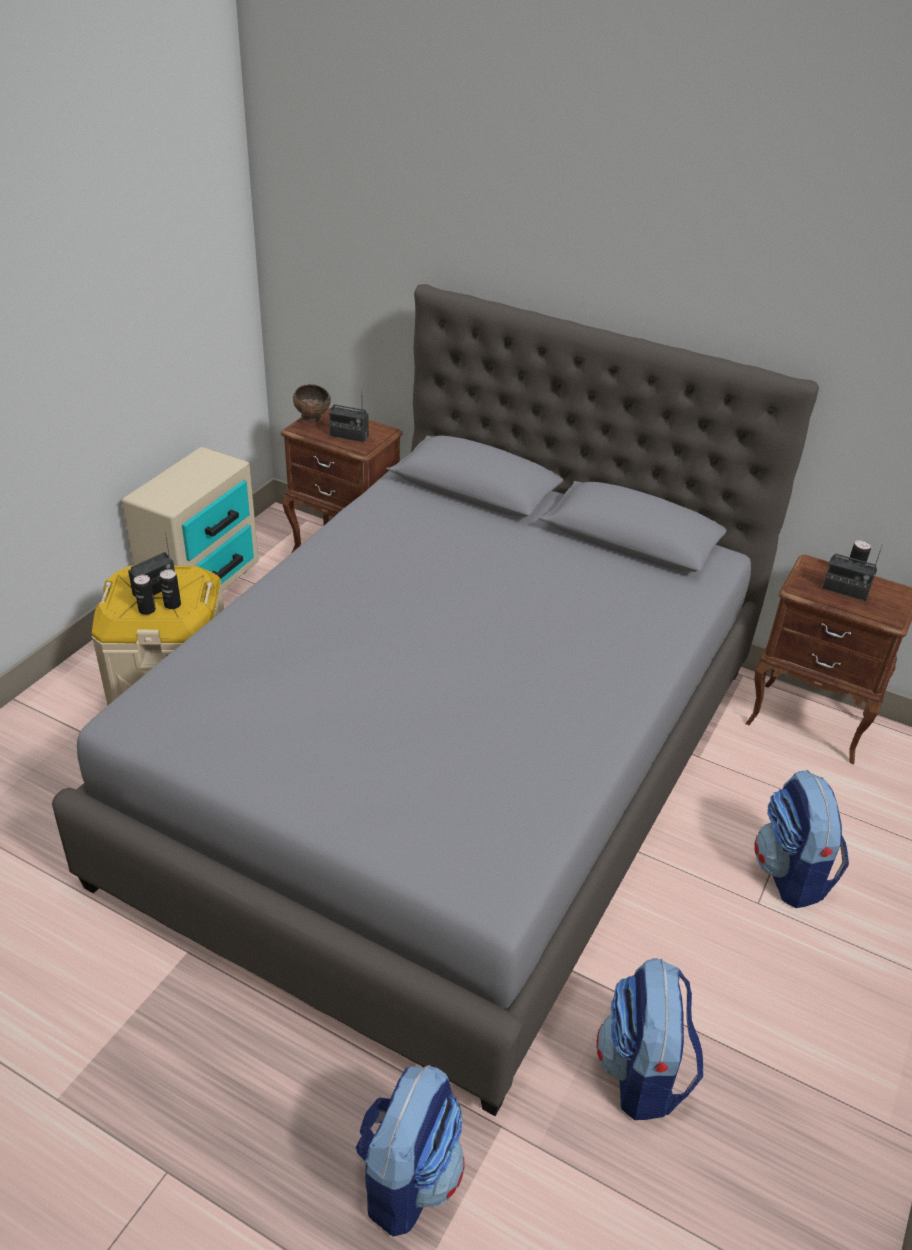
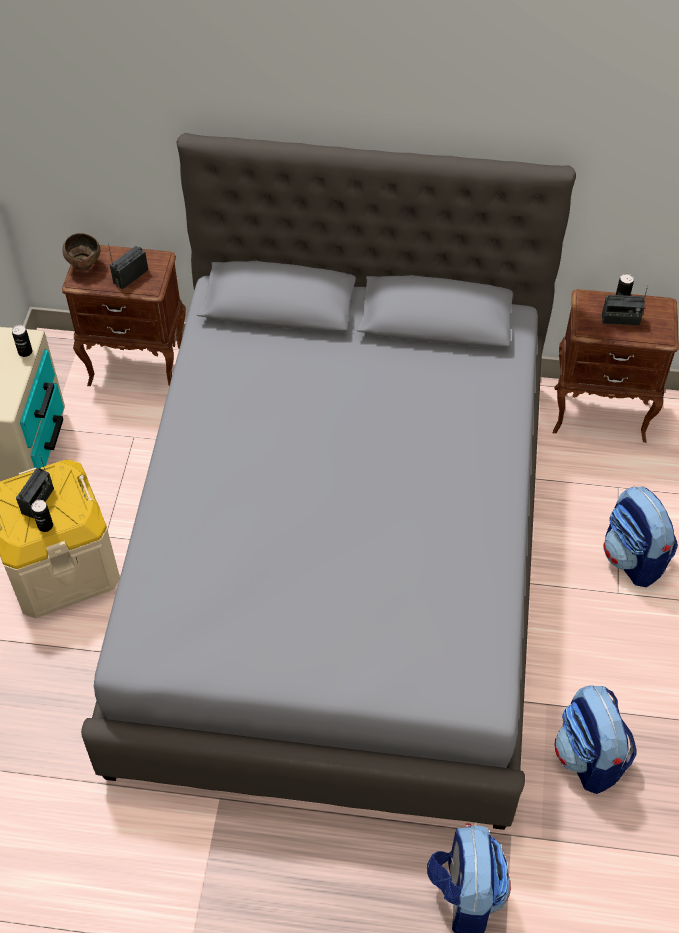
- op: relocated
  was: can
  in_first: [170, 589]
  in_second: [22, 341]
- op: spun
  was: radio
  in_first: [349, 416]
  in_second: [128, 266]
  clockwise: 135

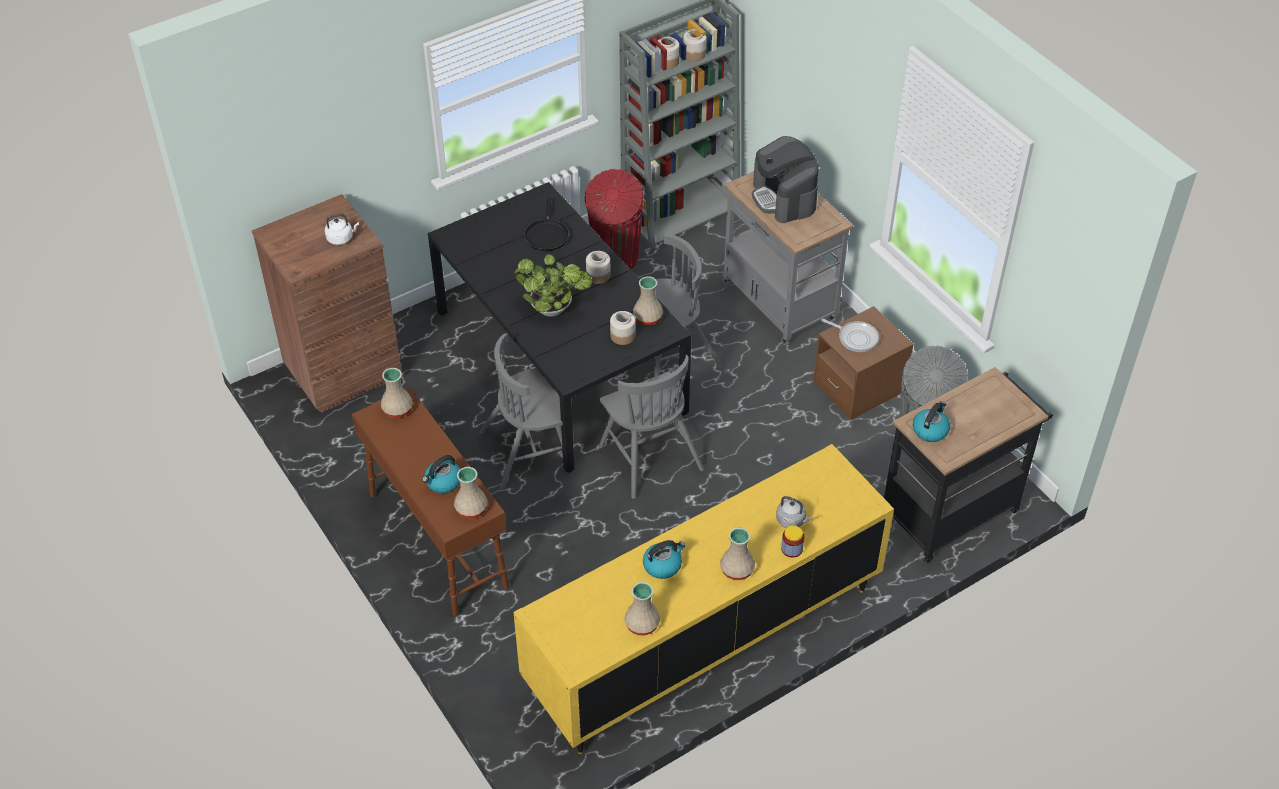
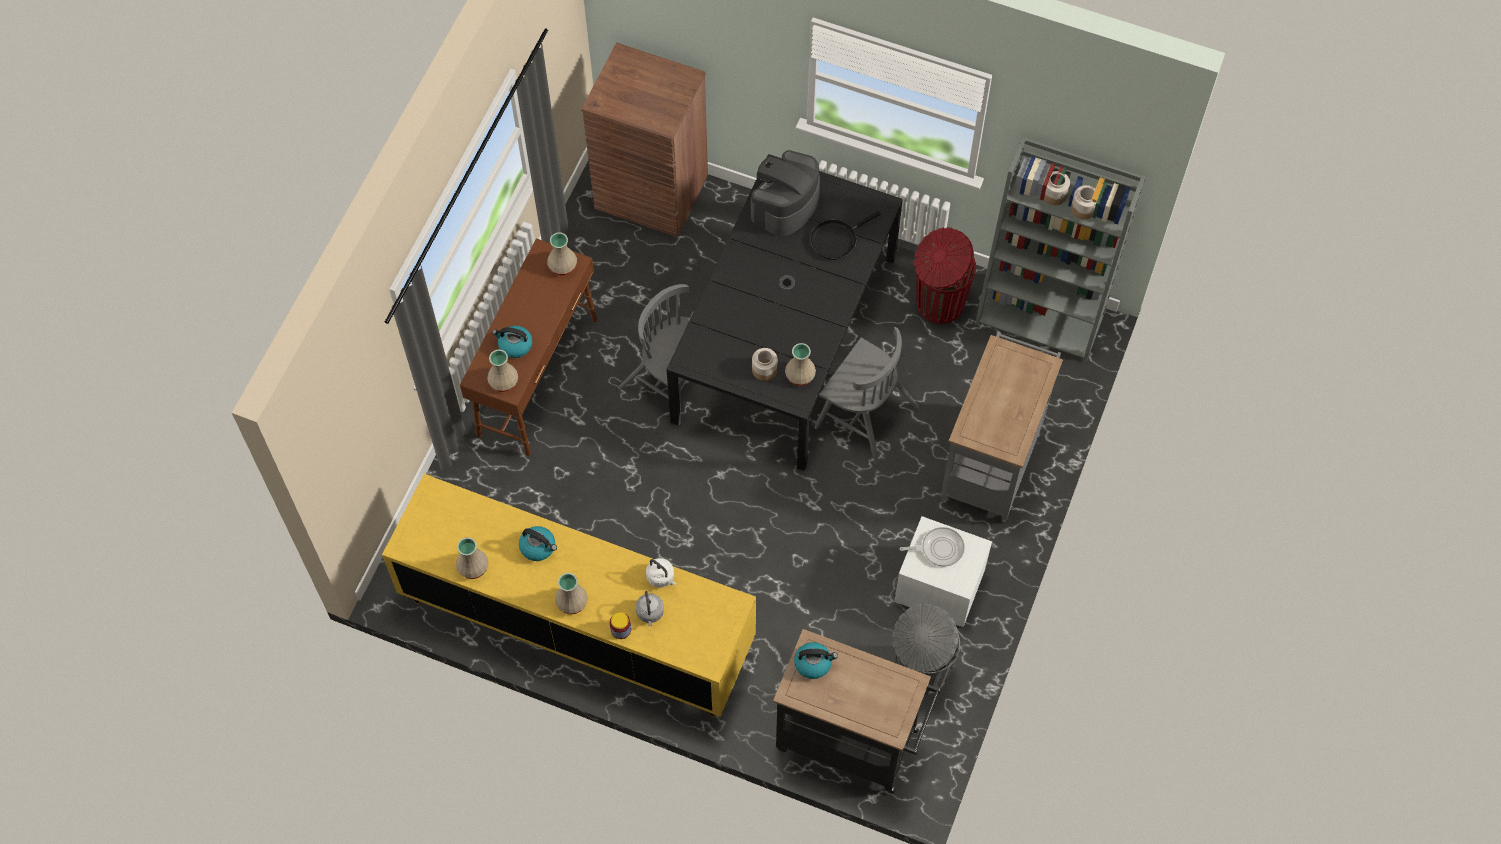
- op: relocated
  was: white kettle
  in_first: [342, 229]
  in_second: [661, 573]
- op: relocated
  was: coffee machine
  in_first: [785, 179]
  in_second: [785, 193]
- op: colour
  was: brown nightstand
  now: white nightstand
  in_first: [863, 363]
  in_second: [943, 571]
- op: spun
  was: frying pan
  in_first: [850, 335]
  in_second: [932, 547]
  clockwise: -90
- op: missing
  was: potted plant
  in_first: [553, 285]
- op: missing
  was: jar
  in_first: [598, 267]
- op: missing
  was: grey chair
  in_first: [651, 426]

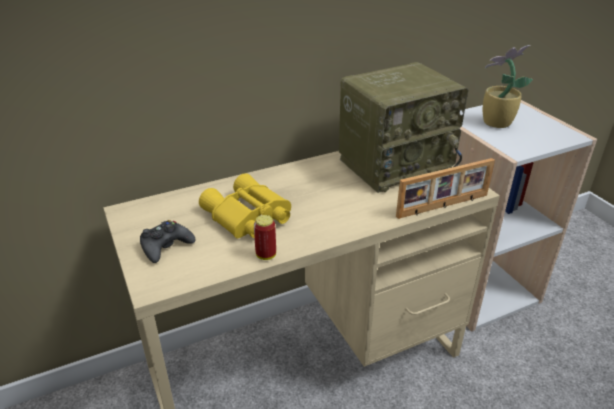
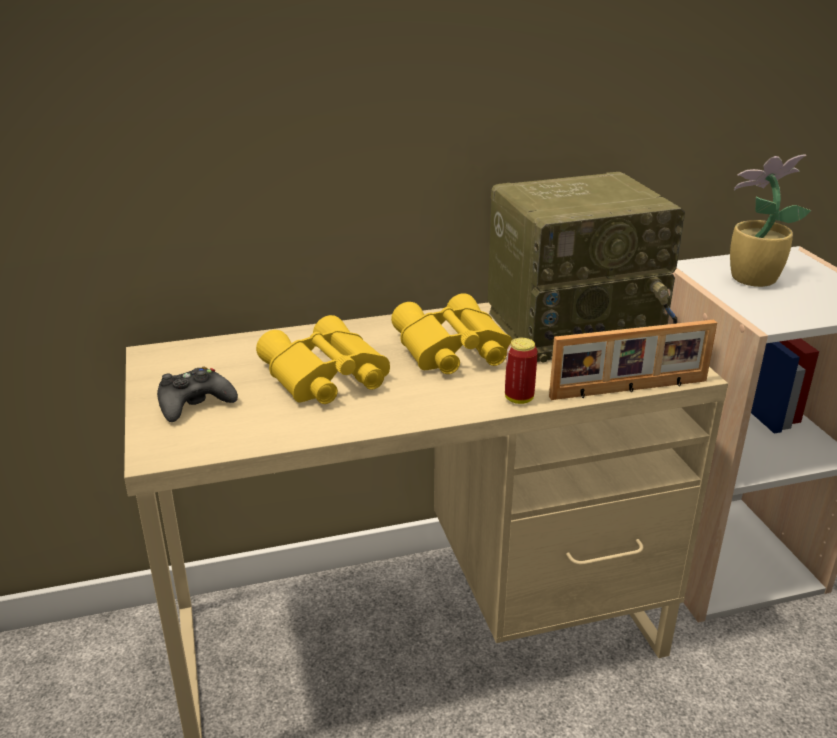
- op: appeared
  now: yellow binoculars
  in_second: [452, 333]
- op: relocated
  was: can
  in_first: [265, 237]
  in_second: [521, 371]

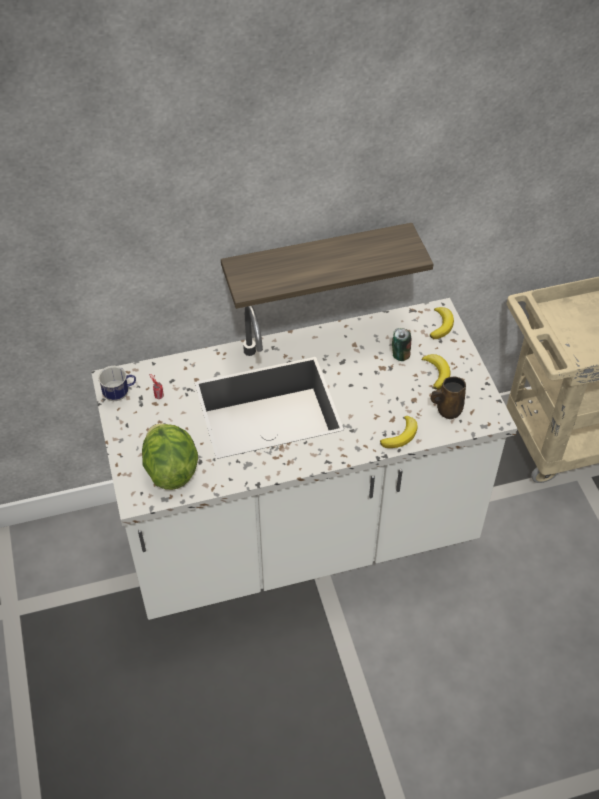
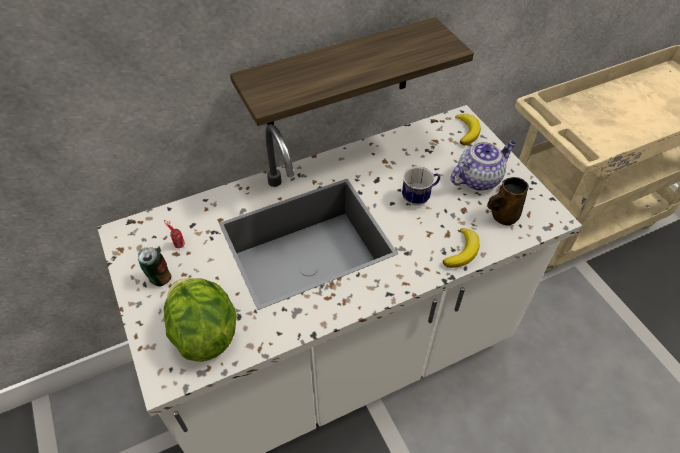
- op: relocated
  was: can
  in_first: [401, 344]
  in_second: [154, 267]
- op: relocated
  was: mug
  in_first: [117, 383]
  in_second: [421, 186]
- op: exchanged
  was: banana
  now: teapot
  in_first: [436, 372]
  in_second: [483, 166]

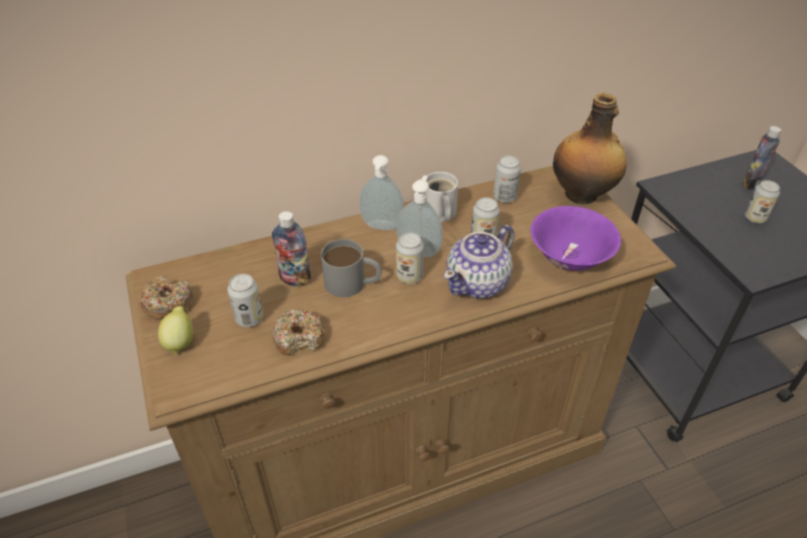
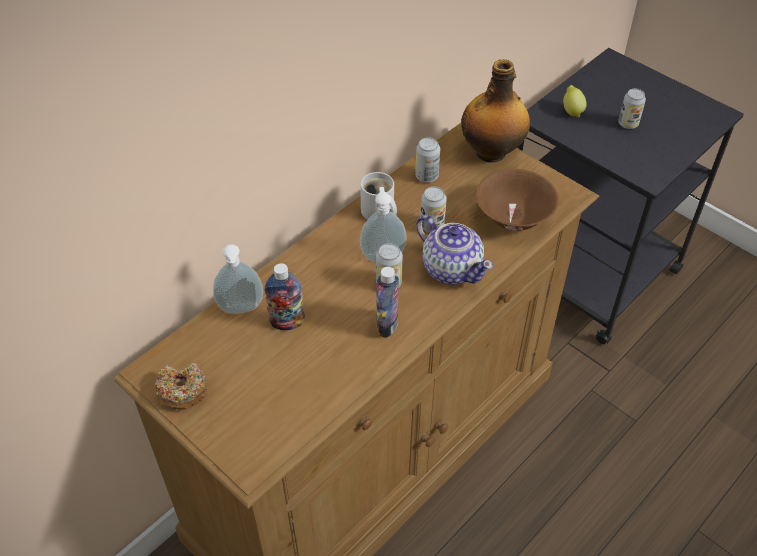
- op: relocated
  was: soap dispenser
  in_first: [381, 192]
  in_second: [238, 279]
- op: relocated
  was: bottle
  in_first: [762, 158]
  in_second: [387, 302]
- op: spun
  was: teapot
  in_first: [479, 261]
  in_second: [454, 250]
  clockwise: -60
- op: colour
  was: purple bowl
  now: brown bowl
  in_first: [575, 238]
  in_second: [517, 200]
- op: relocated
  was: lemon
  in_first: [175, 330]
  in_second: [575, 101]
- op: missing
  was: can
  in_first: [245, 300]
- op: missing
  was: donut
  in_first: [298, 332]
- op: missing
  was: grey mug
  in_first: [351, 268]

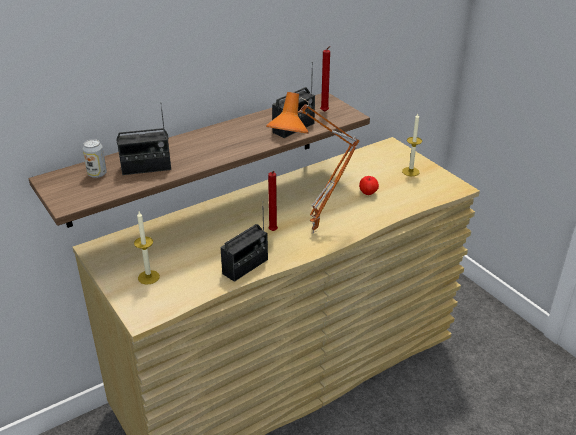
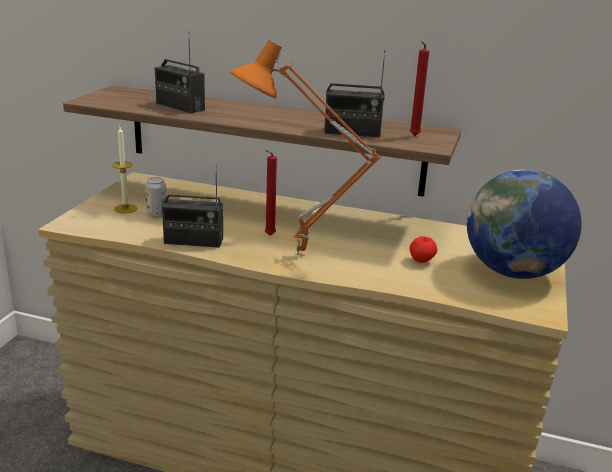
- op: relocated
  was: can
  in_first: [95, 158]
  in_second: [156, 197]
- op: exchanged
  was: candle
  now: globe
  in_first: [412, 144]
  in_second: [524, 224]

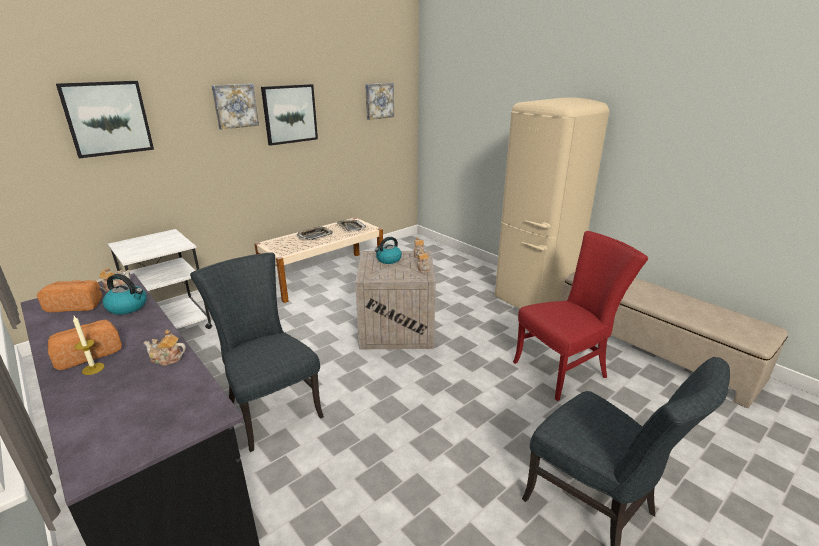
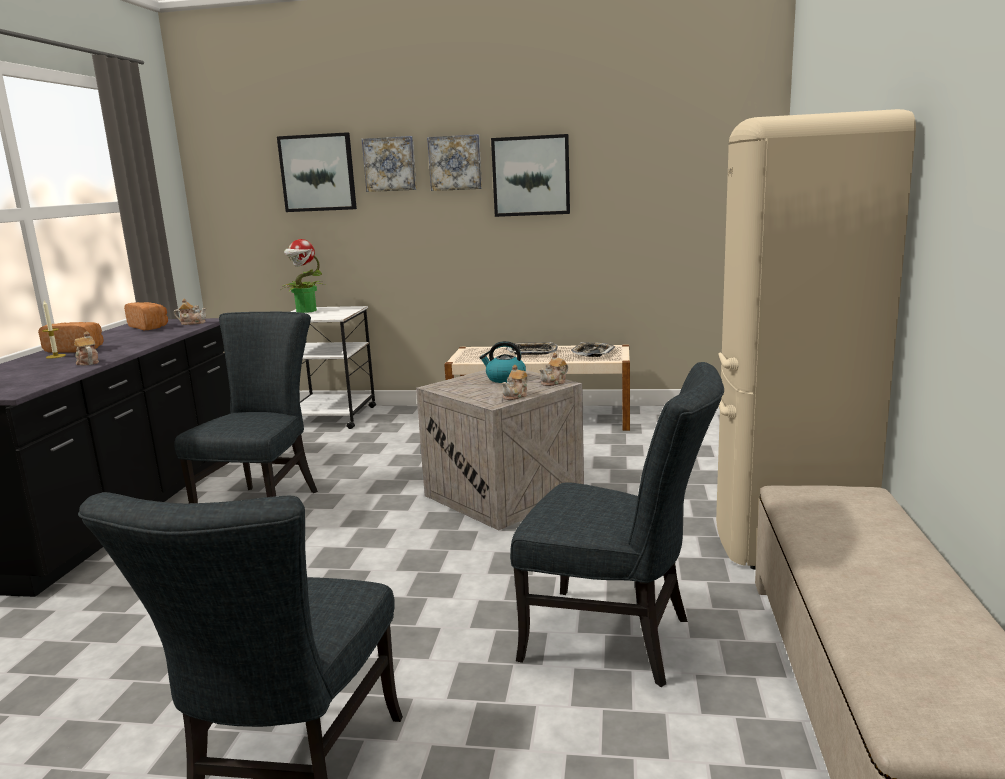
- op: appeared
  now: potted plant
  in_second: [303, 276]
- op: relocated
  was: picture
  in_first: [379, 101]
  in_second: [389, 164]
- op: colour
  was: red chair
  now: grey chair
  in_first: [580, 316]
  in_second: [617, 524]
- op: missing
  was: kettle
  in_first: [125, 294]

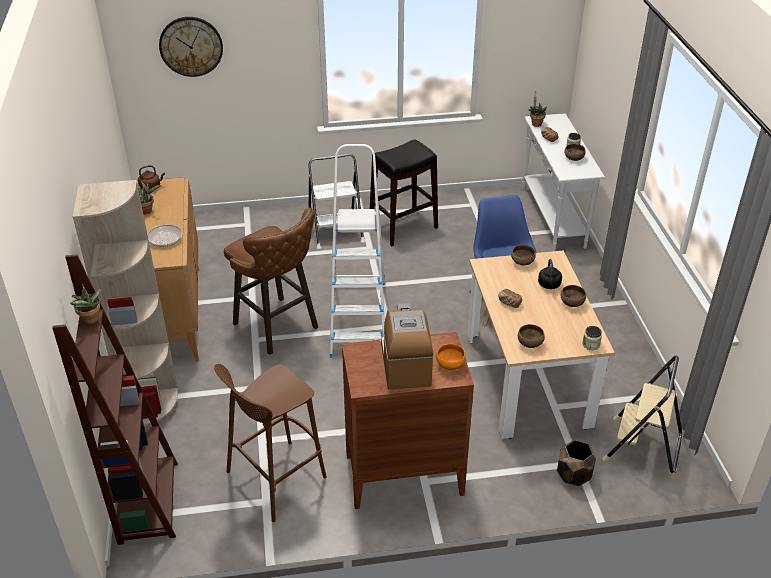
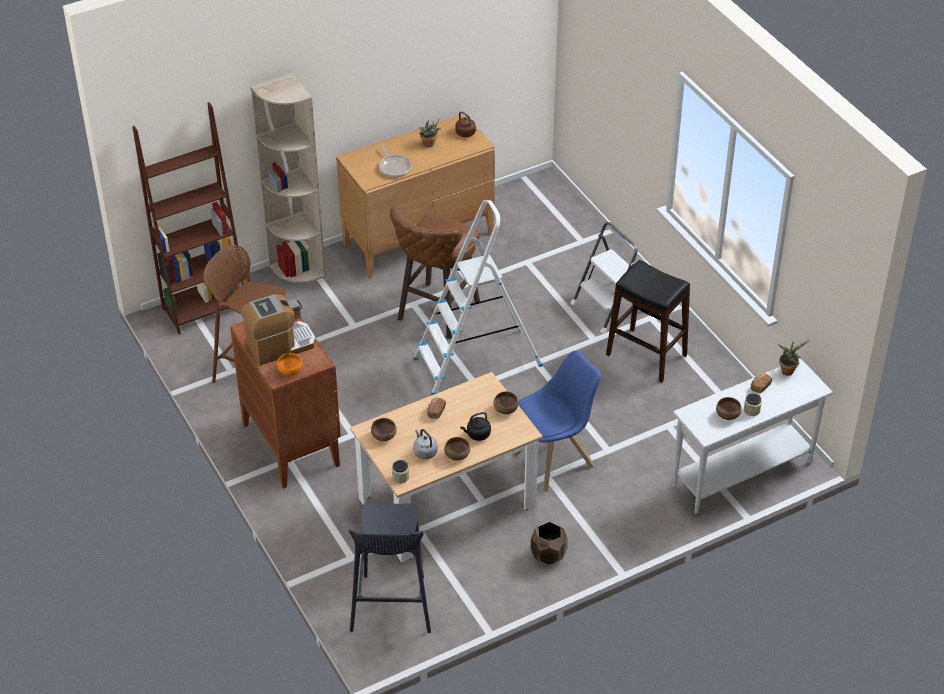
- op: exchanged
  was: beige step ladder
  now: grey stool
  in_first: [642, 417]
  in_second: [390, 568]
- op: appeared
  now: grey kettle
  in_second: [425, 444]
- op: relocated
  was: brown planter
  in_first: [576, 463]
  in_second: [549, 543]
- op: missing
  was: potted plant
  in_first: [86, 305]
- op: missing
  was: wall clock
  in_first: [191, 47]

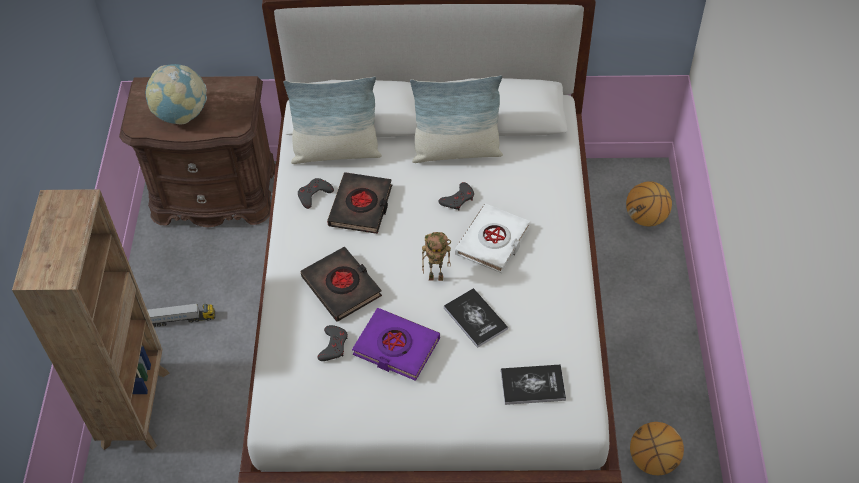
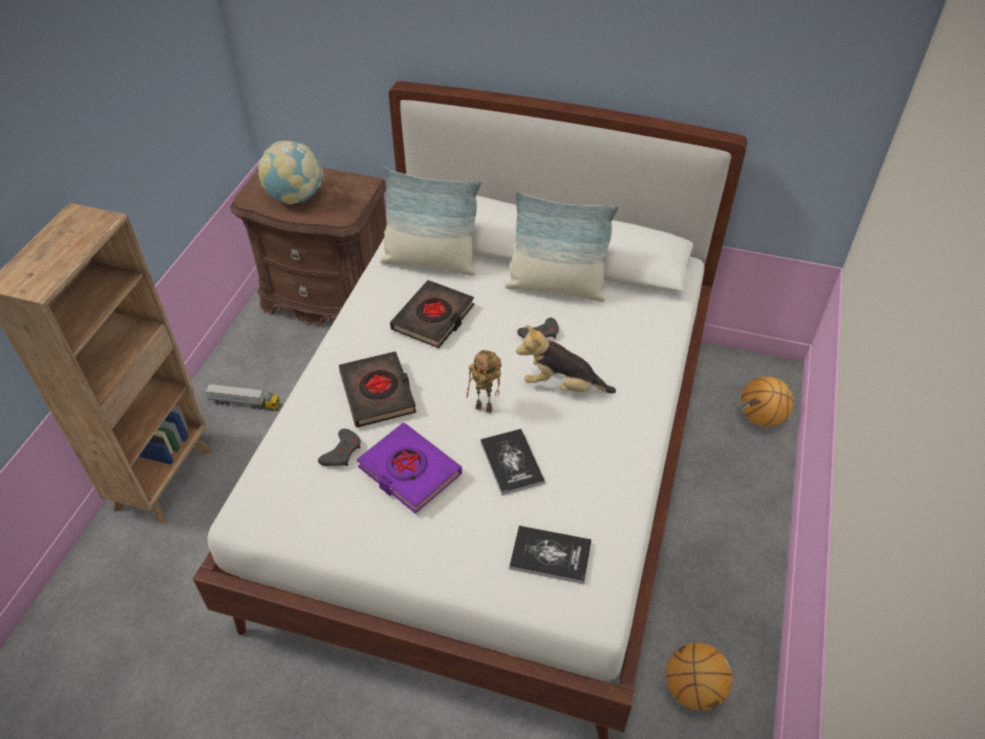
- op: exchanged
  was: white book
  now: plush toy
  in_first: [492, 238]
  in_second: [566, 359]
- op: missing
  was: grey game controller
  in_first: [316, 193]

